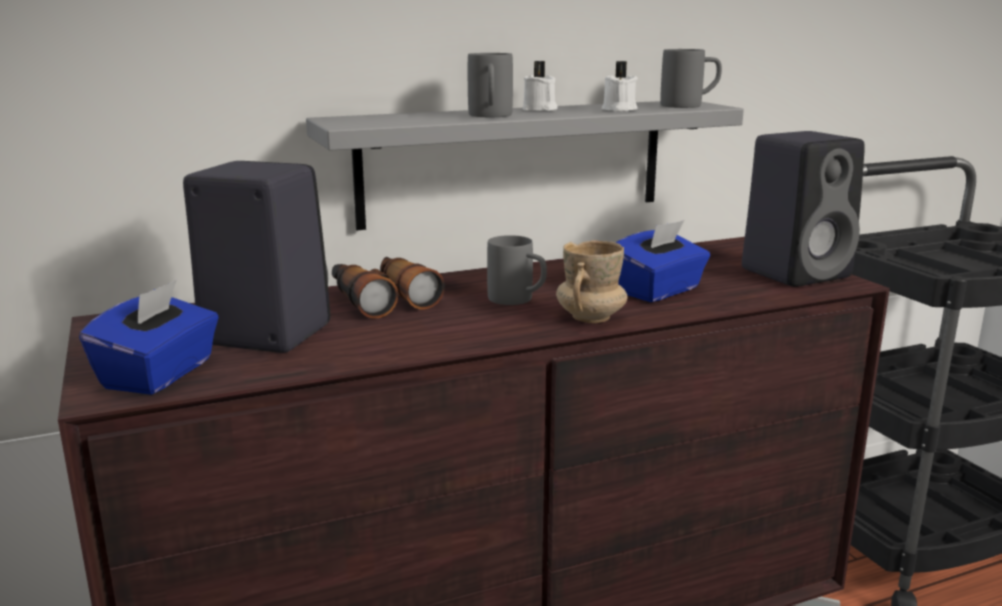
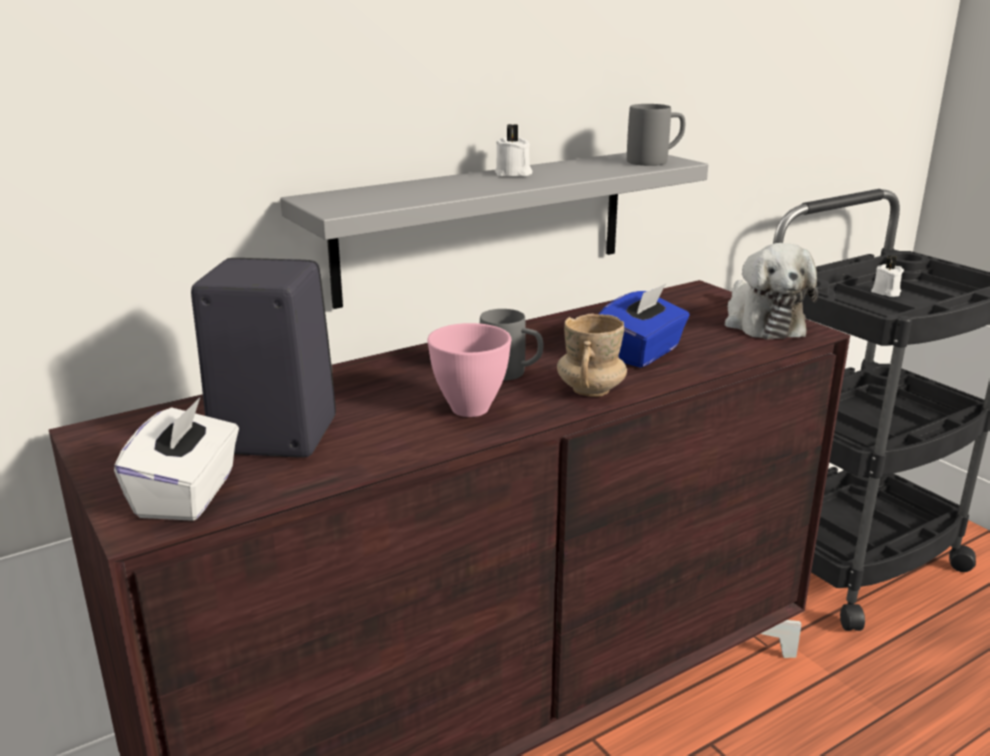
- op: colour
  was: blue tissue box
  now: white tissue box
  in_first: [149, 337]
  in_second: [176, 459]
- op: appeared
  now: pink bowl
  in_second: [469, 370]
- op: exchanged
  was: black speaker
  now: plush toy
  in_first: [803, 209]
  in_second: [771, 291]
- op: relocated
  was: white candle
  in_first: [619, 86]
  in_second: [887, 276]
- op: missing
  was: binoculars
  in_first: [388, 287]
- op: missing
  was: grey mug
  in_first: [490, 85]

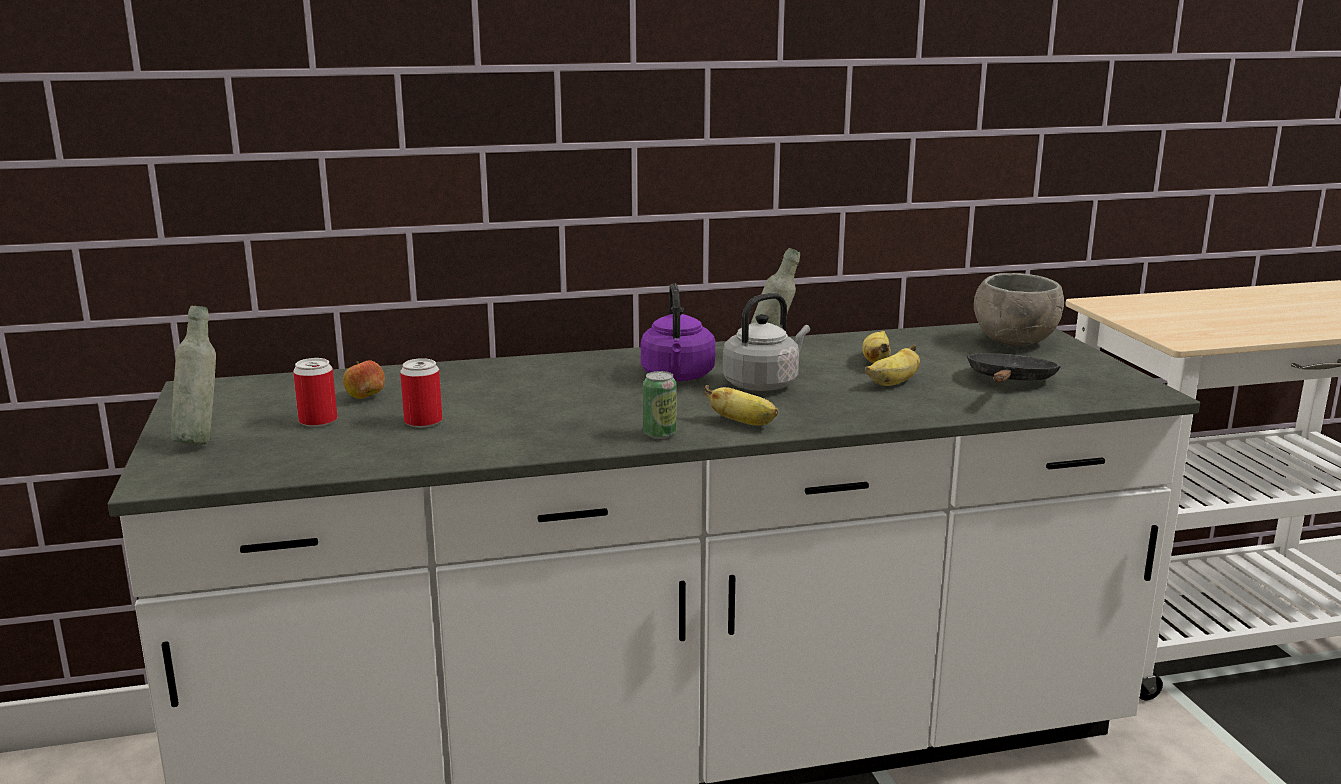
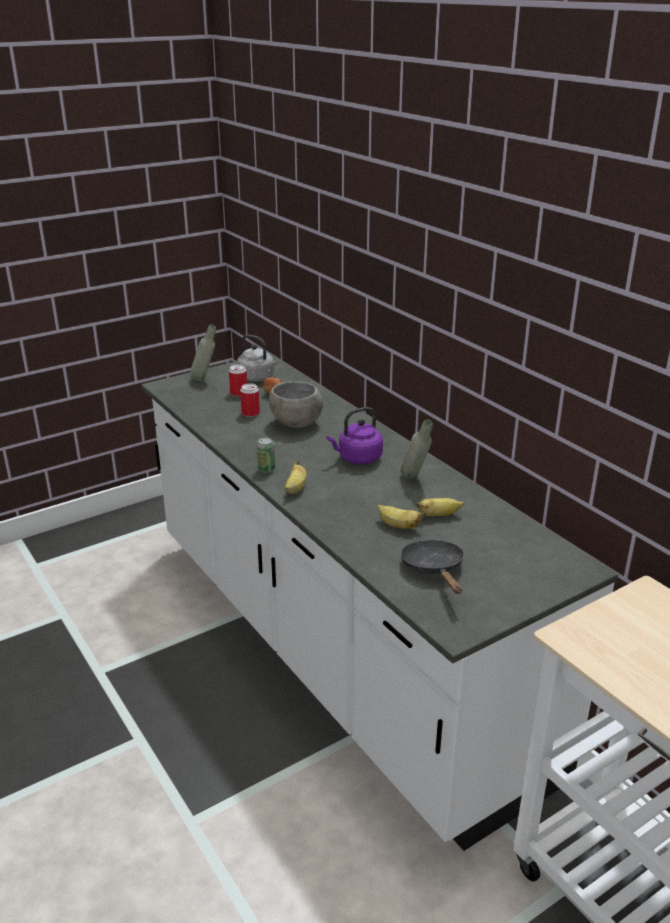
- op: relocated
  was: grey kettle
  in_first: [766, 342]
  in_second: [258, 358]
- op: relocated
  was: grey bowl
  in_first: [1019, 309]
  in_second: [296, 404]
- op: spun
  was: black frying pan
  in_first: [1014, 368]
  in_second: [432, 567]
  clockwise: -105

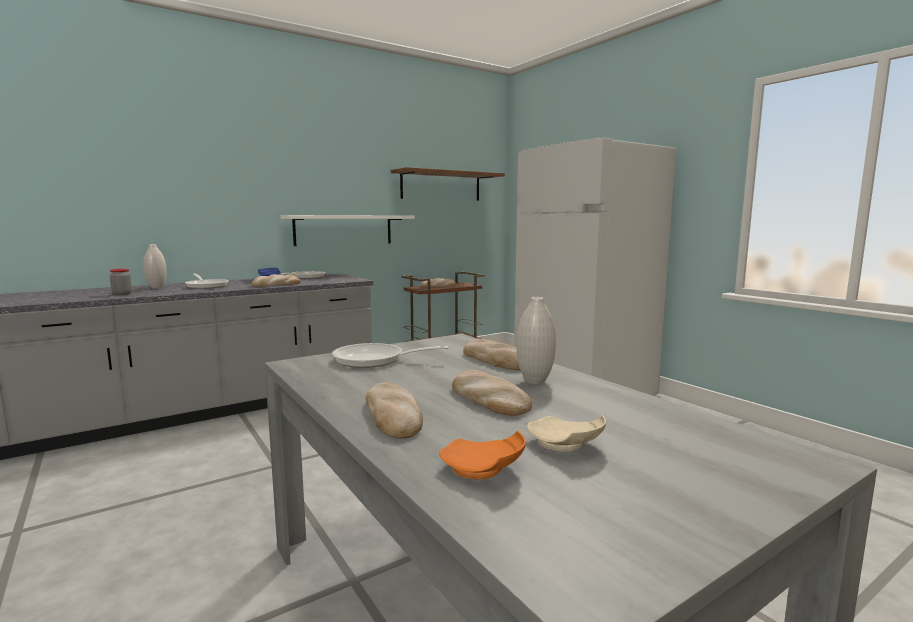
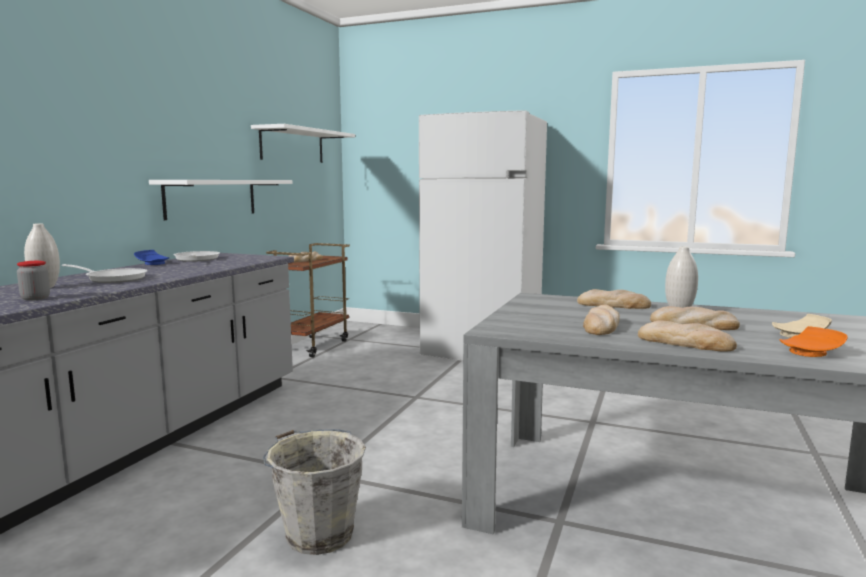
- op: colour
  was: brown shelf
  now: white shelf
  in_first: [448, 184]
  in_second: [303, 143]
- op: appeared
  now: grey bucket
  in_second: [314, 492]
- op: relocated
  was: bread
  in_first: [276, 280]
  in_second: [601, 319]
- op: missing
  was: frying pan
  in_first: [390, 355]

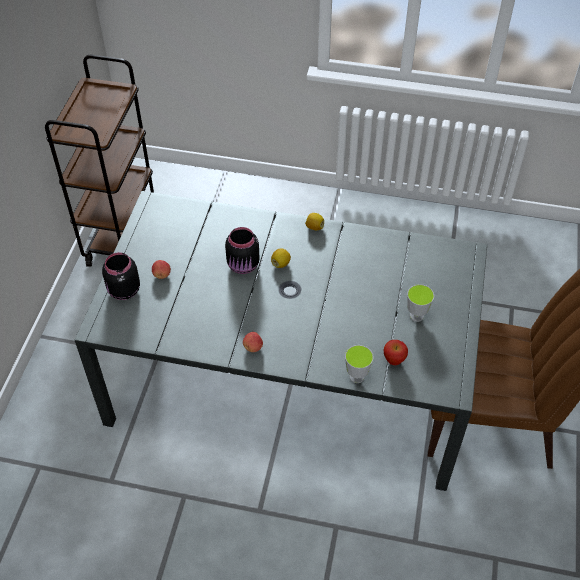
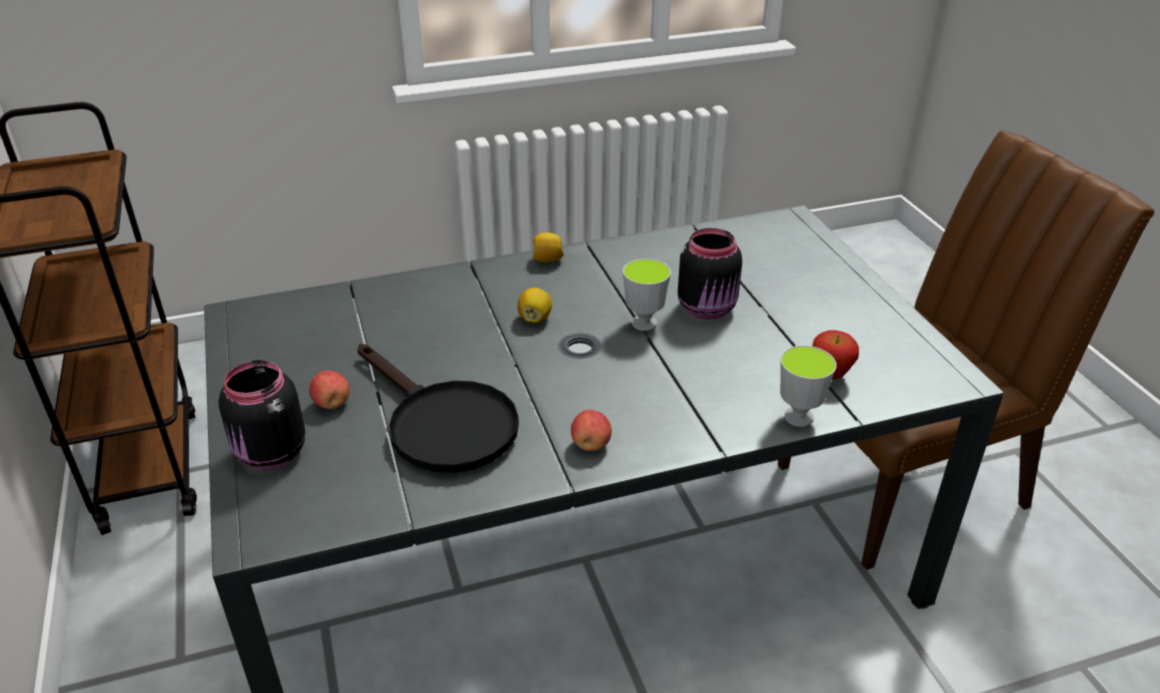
- op: appeared
  now: black frying pan
  in_second: [438, 408]
- op: relocated
  was: cup
  in_first: [420, 303]
  in_second: [647, 294]
- op: relocated
  was: black jar
  in_first: [242, 250]
  in_second: [710, 273]

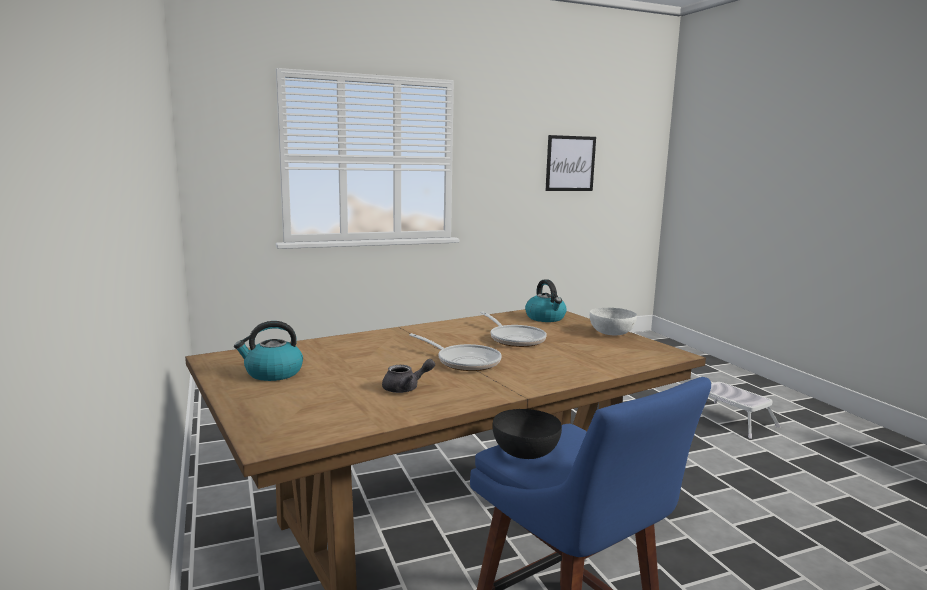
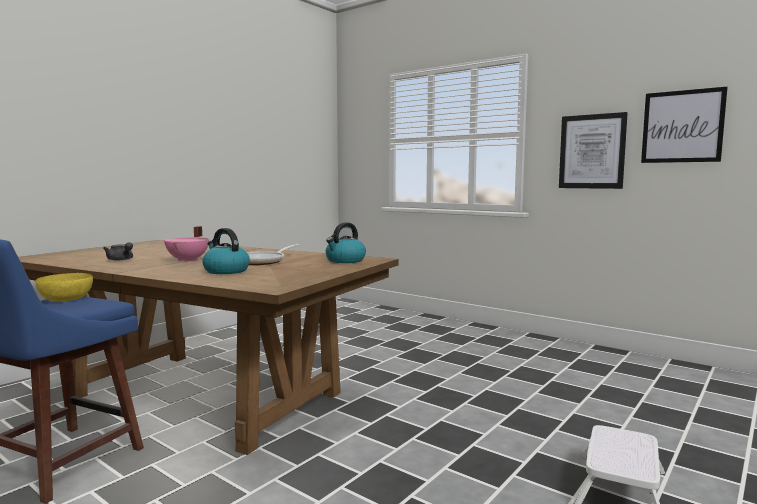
- op: colour
  was: black bowl
  now: yellow bowl
  in_first: [527, 434]
  in_second: [64, 287]
- op: exchanged
  was: frying pan
  now: pink cooking pot
  in_first: [455, 352]
  in_second: [186, 244]
- op: relocated
  was: kettle
  in_first: [268, 351]
  in_second: [226, 251]
- op: appeared
  now: picture
  in_second: [593, 150]
- op: missing
  was: white bowl
  in_first: [613, 321]

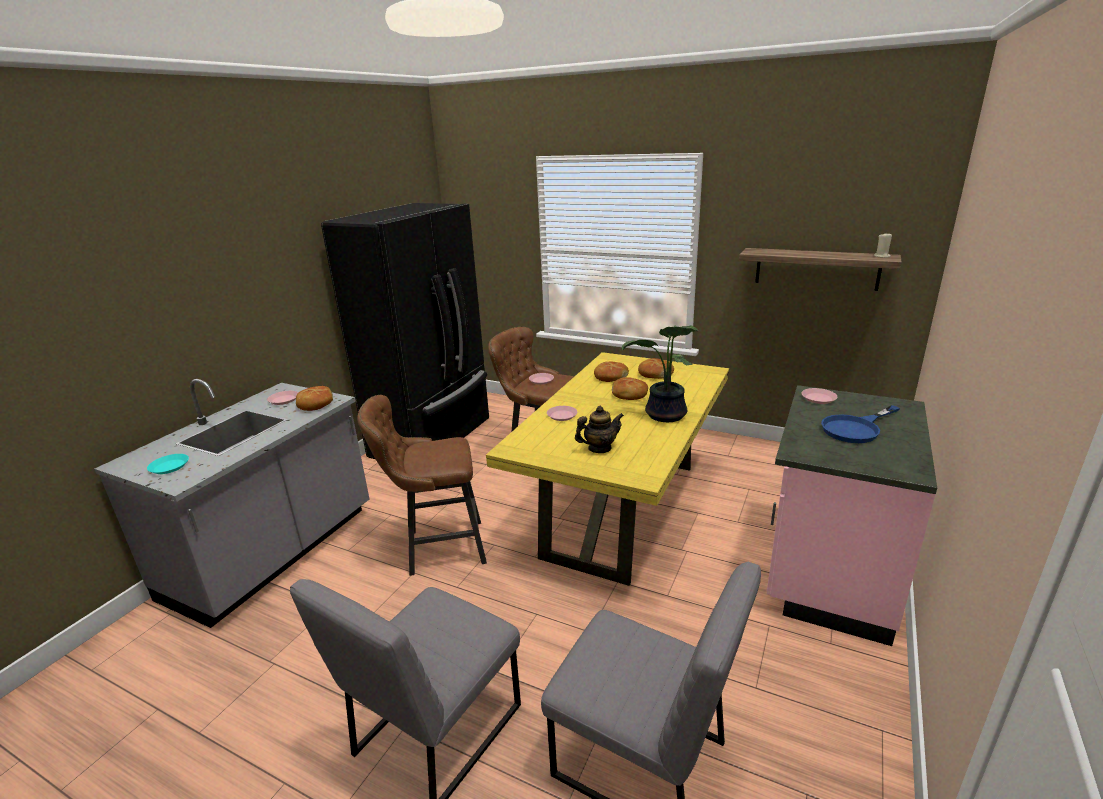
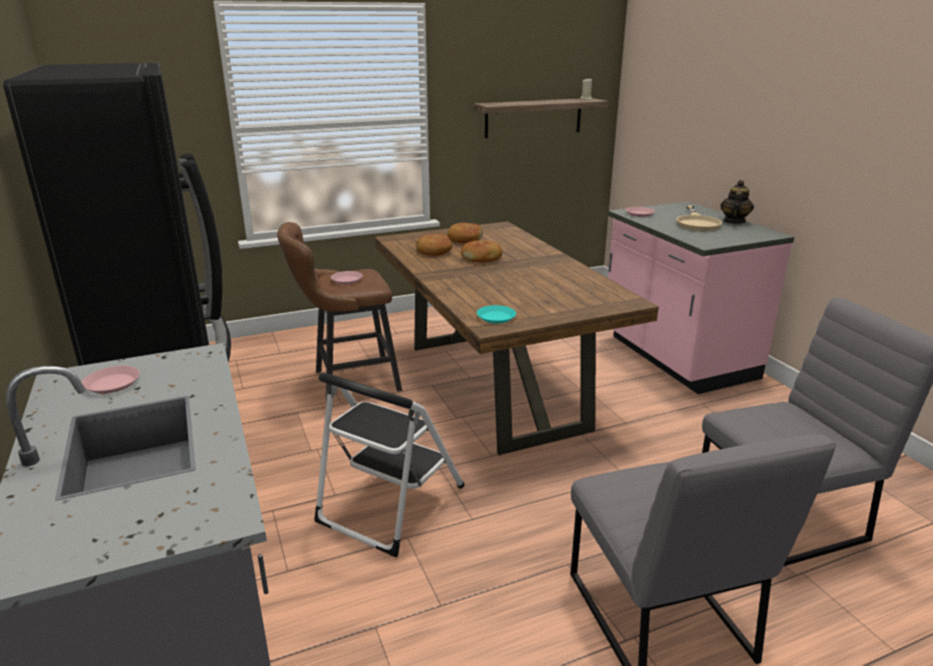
- op: exchanged
  was: brown stool
  now: step ladder
  in_first: [422, 485]
  in_second: [389, 464]
- op: colour
  was: yellow dining table
  now: brown dining table
  in_first: [607, 469]
  in_second: [517, 339]
- op: relocated
  was: turquoise plate
  in_first: [168, 464]
  in_second: [496, 314]
- op: colour
  was: blue frying pan
  now: beige frying pan
  in_first: [860, 424]
  in_second: [699, 218]
- op: relocated
  was: teapot
  in_first: [599, 429]
  in_second: [737, 202]
- op: missing
  was: bread
  in_first: [314, 398]
- op: missing
  was: pink plate
  in_first: [562, 413]
- op: missing
  was: potted plant
  in_first: [660, 373]

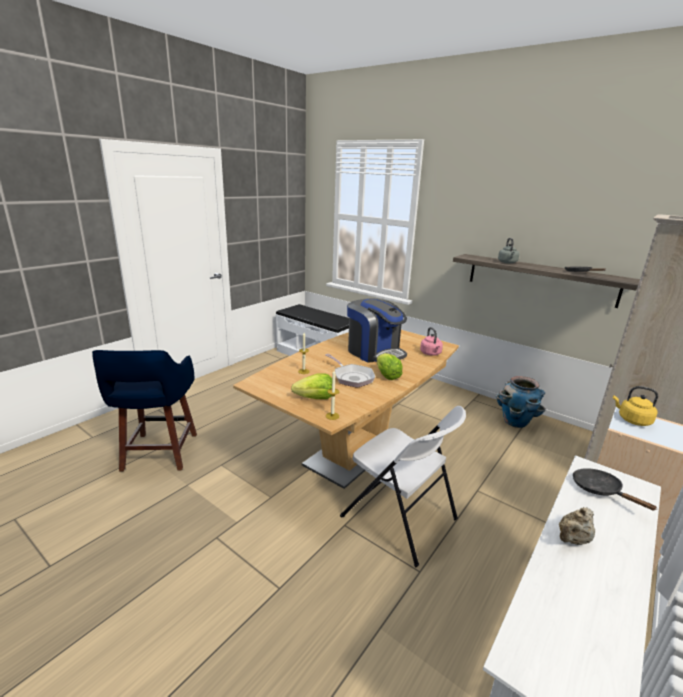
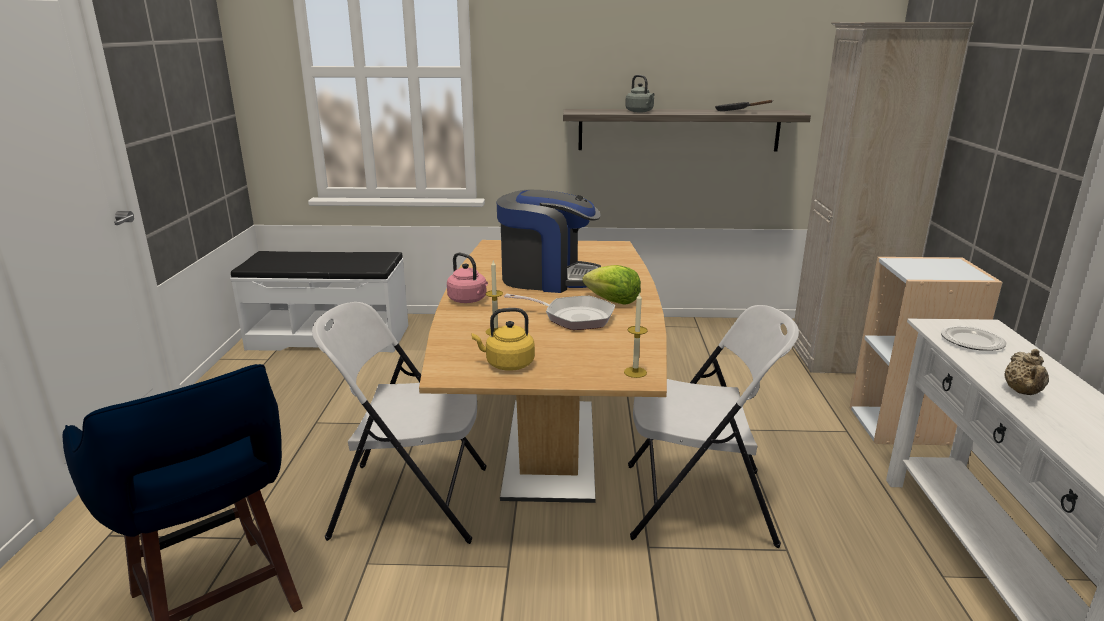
- op: appeared
  now: white chair
  in_second: [399, 423]
- op: relocated
  was: pink kettle
  in_first: [431, 341]
  in_second: [467, 277]
- op: relocated
  was: yellow kettle
  in_first: [635, 406]
  in_second: [503, 339]
- op: exchanged
  was: black frying pan
  now: plate
  in_first: [615, 489]
  in_second: [973, 338]
- op: missing
  was: lettuce
  in_first: [311, 386]
- op: missing
  was: planter
  in_first: [521, 402]

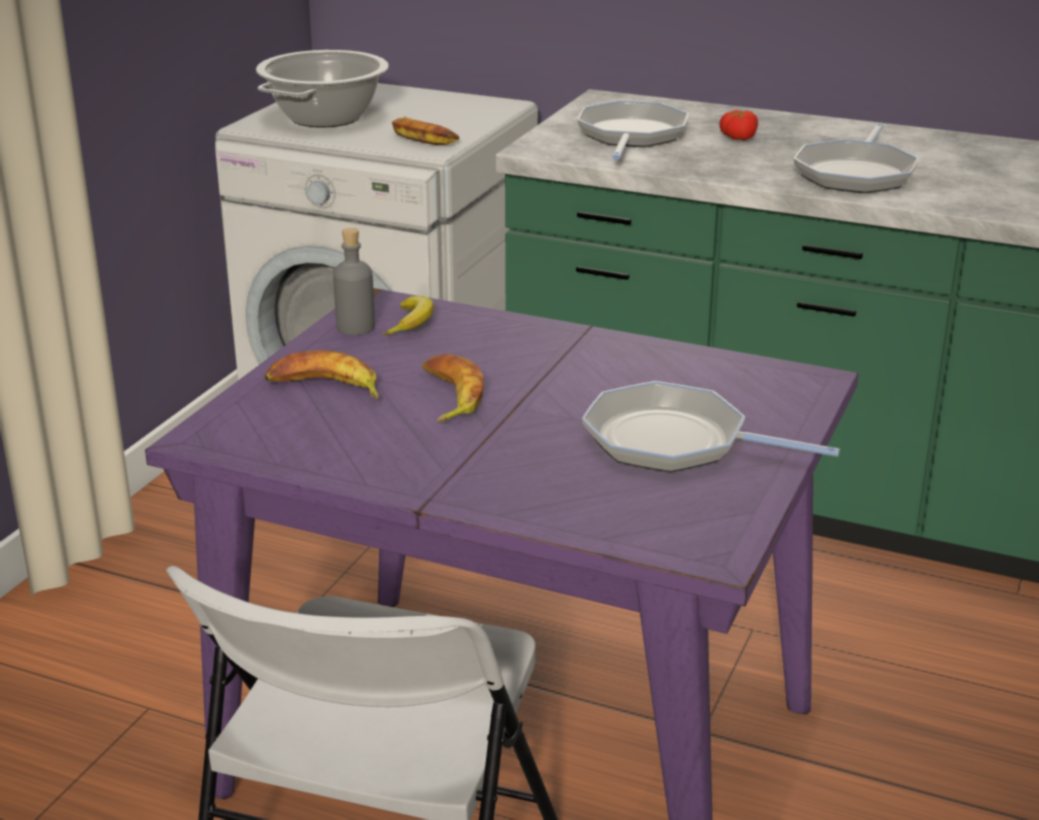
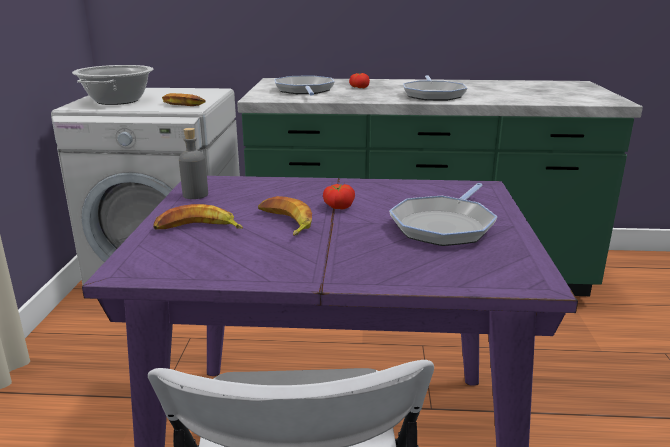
- op: appeared
  now: tomato
  in_second: [339, 196]
- op: spun
  was: frying pan
  in_first: [711, 426]
  in_second: [443, 214]
  clockwise: -60
- op: missing
  was: banana
  in_first: [408, 315]

